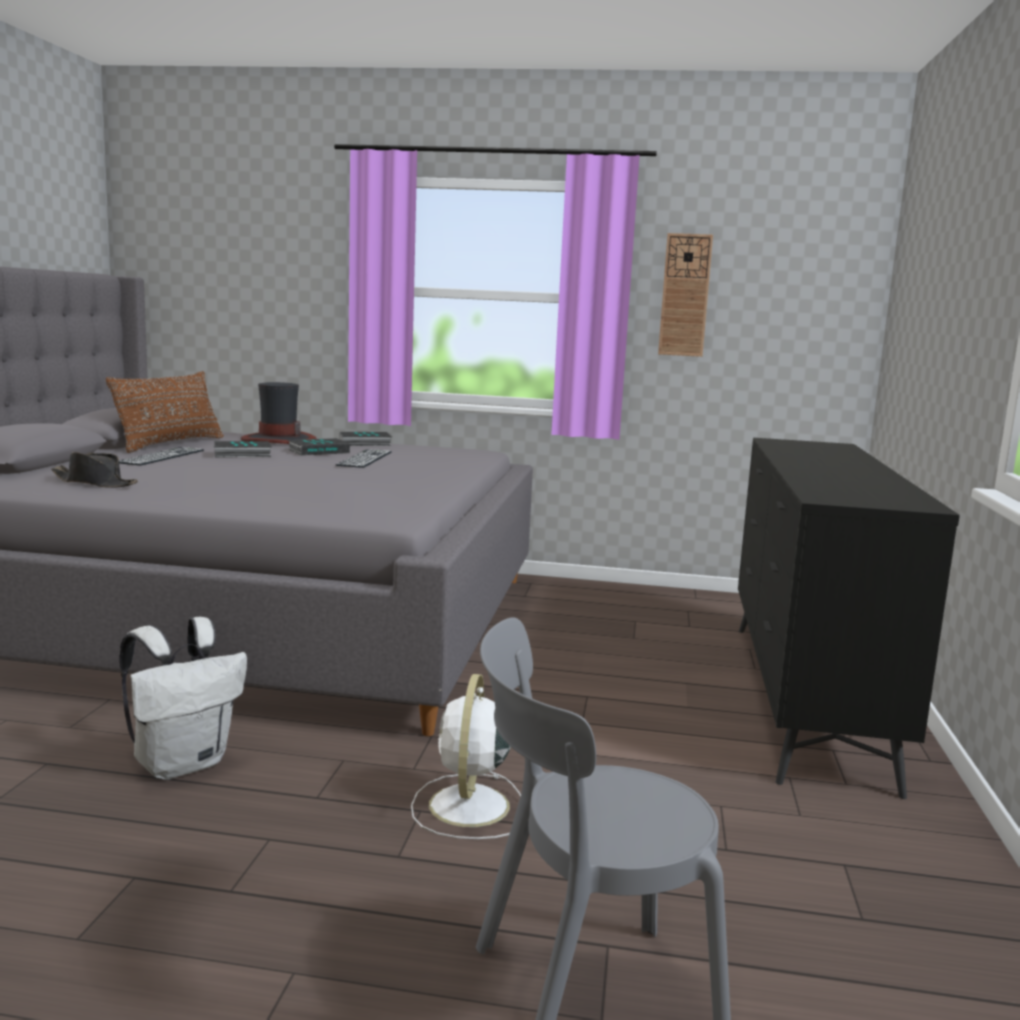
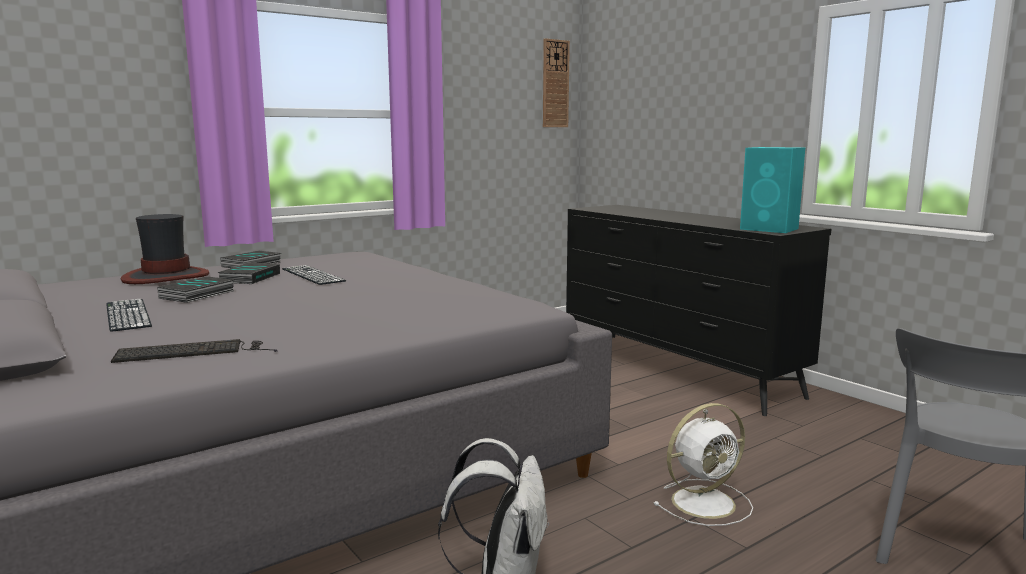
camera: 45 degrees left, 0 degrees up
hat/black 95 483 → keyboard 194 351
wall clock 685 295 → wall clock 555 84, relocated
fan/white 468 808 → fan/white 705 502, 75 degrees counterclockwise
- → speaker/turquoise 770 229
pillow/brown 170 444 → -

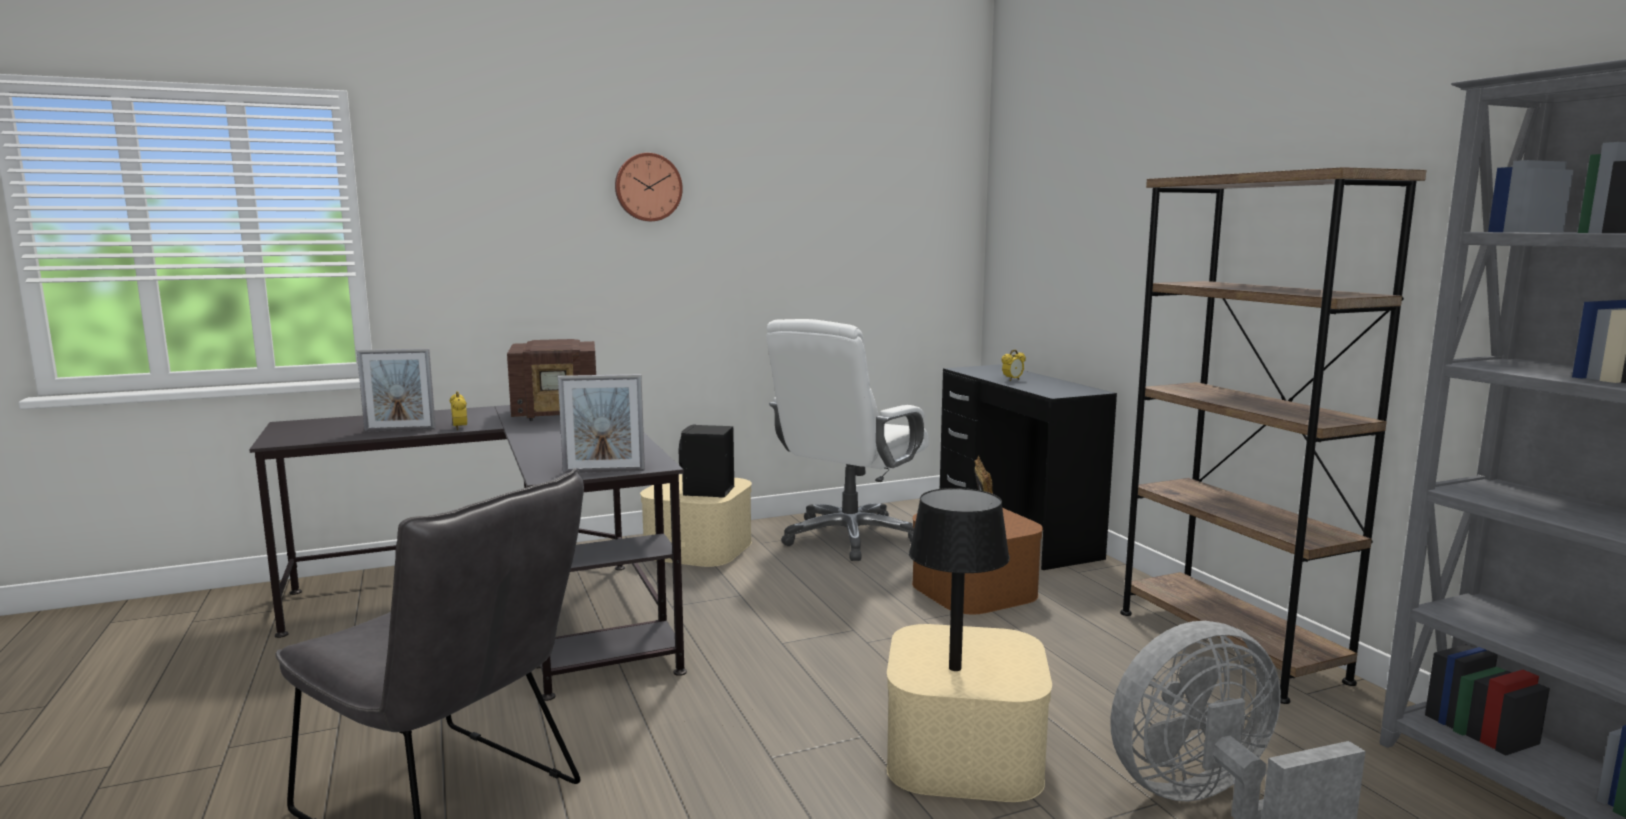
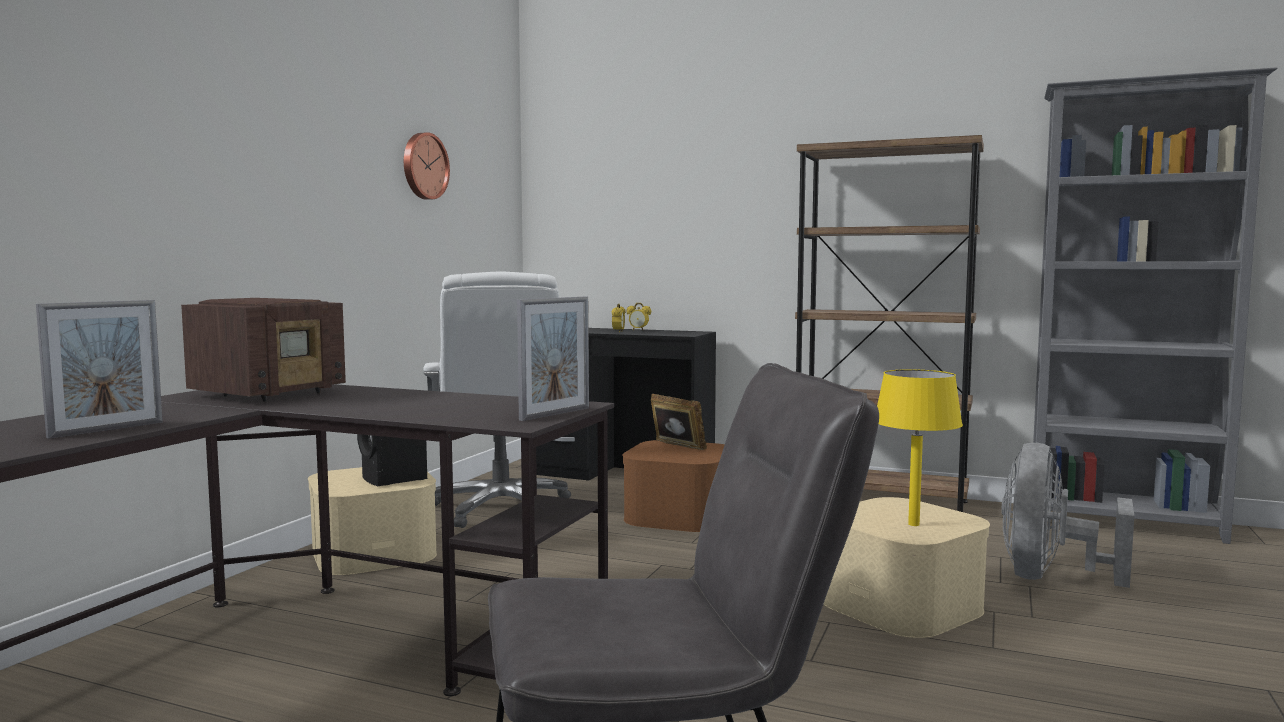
camera: 45 degrees left, 5 degrees down
wall clock 648 187 → wall clock 424 166, relocated
alarm clock 460 428 → alarm clock 638 330, relocated
table lamp/black 955 668 → table lamp/yellow 913 524

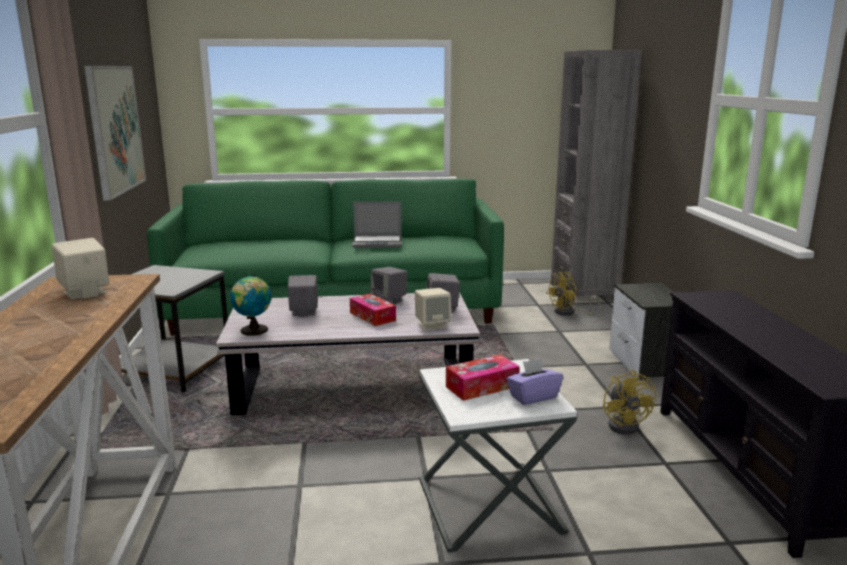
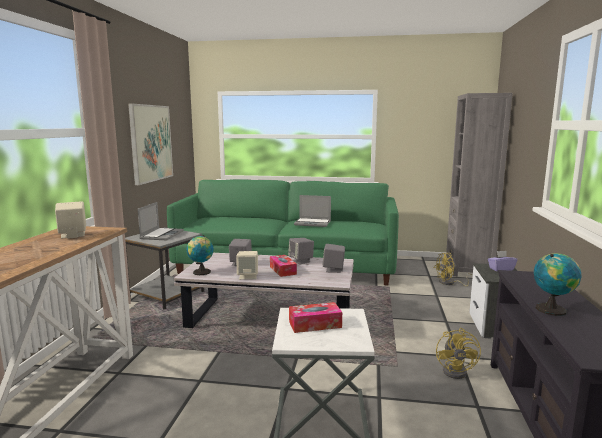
camera: 15 degrees right, 5 degrees down
- → laptop 162 235
speaker/beige 432 325 → speaker/beige 248 276, relocated
tissue box/purple 533 396 → tissue box/purple 501 269, relocated
- → globe 552 309

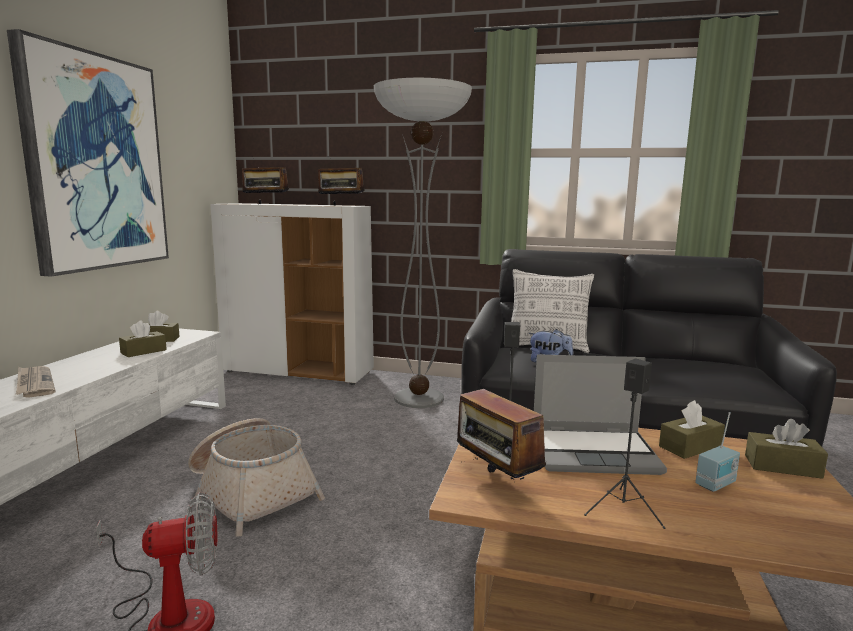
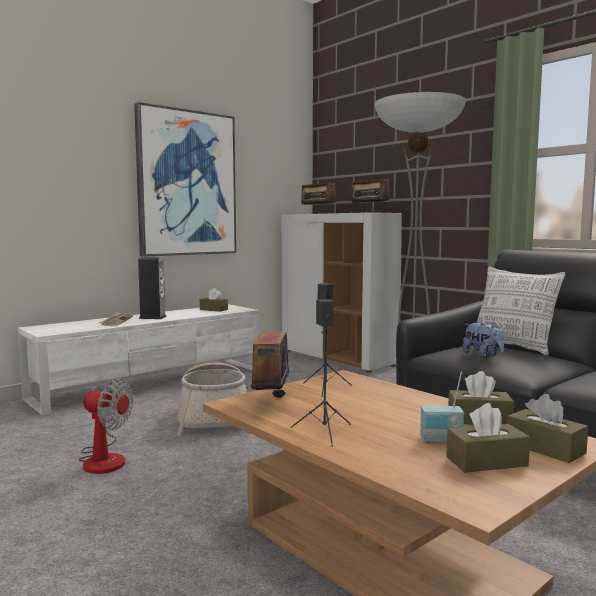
camera: 35 degrees right, 5 degrees down
- → speaker 152 317
tissue box/brown 143 351 → tissue box/brown 486 461, relocated
laptop 595 452 → -

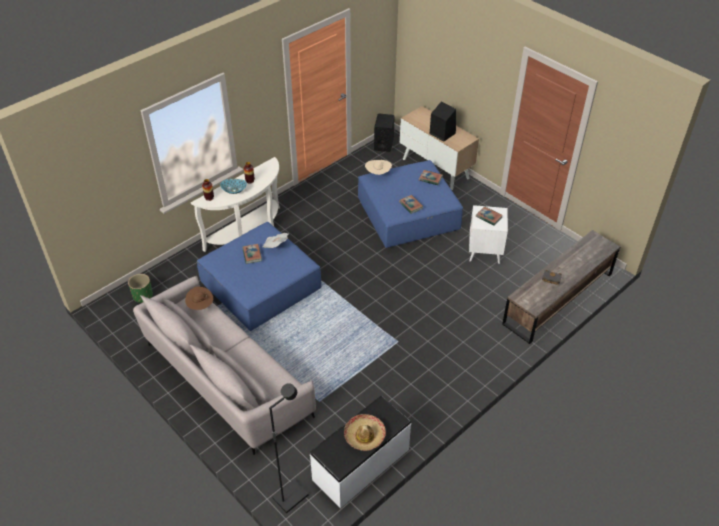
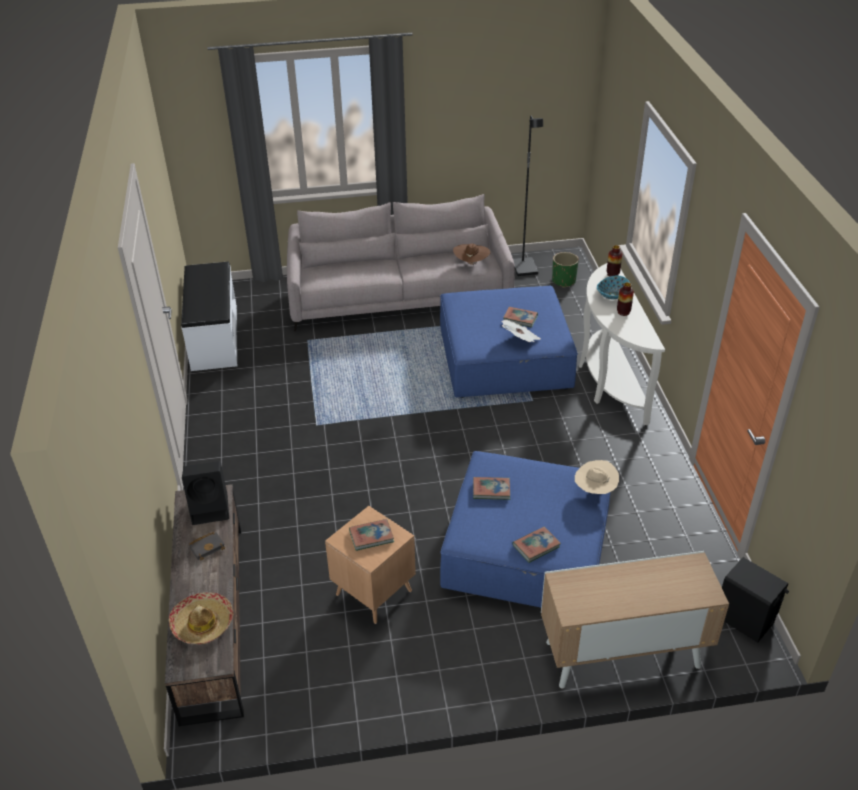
camera: 125 degrees right, 5 degrees down
hat 364 435 → hat 202 623, relocated
speaker/black 441 133 → speaker/black 211 508, relocated
side table/white 484 252 → side table/brown 374 593
floor lamp/black 290 496 → floor lamp/black 525 268, relocated

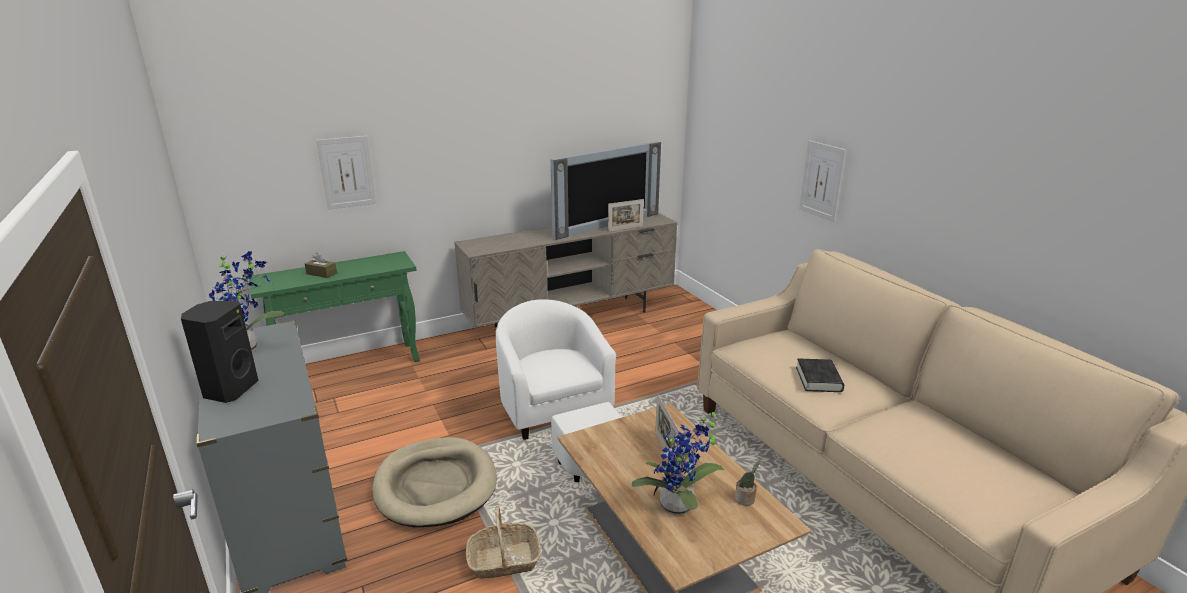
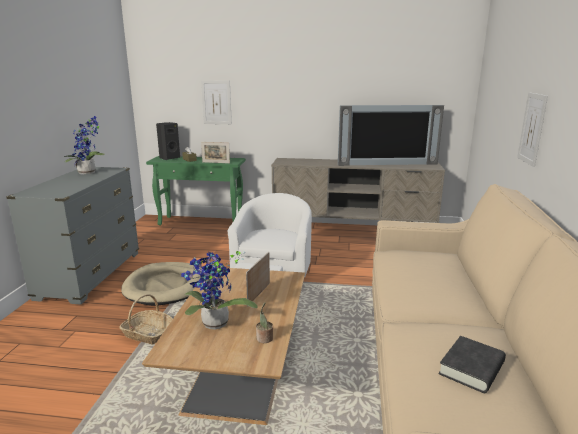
camera: 35 degrees right, 5 degrees down
speaker/black 229 390 → speaker/black 169 158, relocated
picture frame 625 228 → picture frame 216 162, relocated
book/black 818 379 → book/black 471 368, relocated

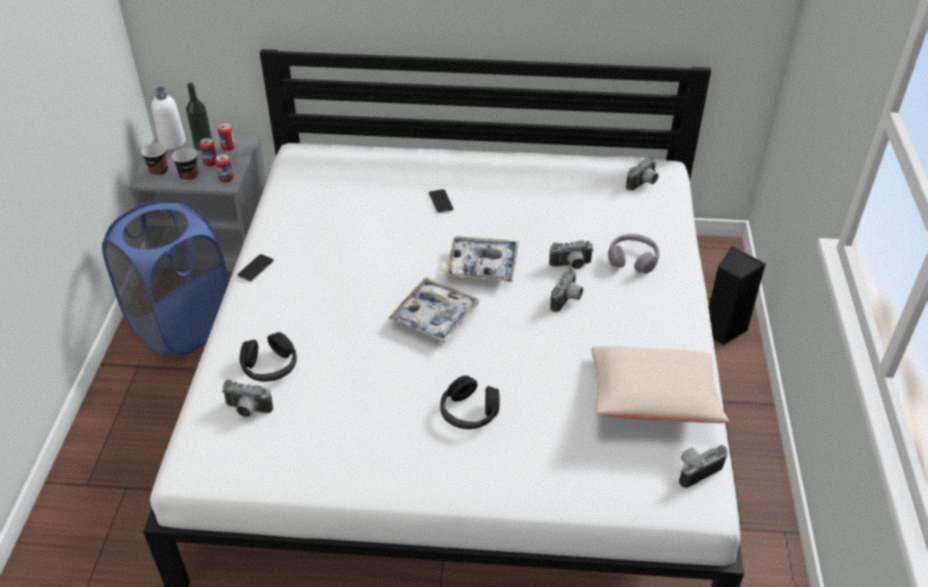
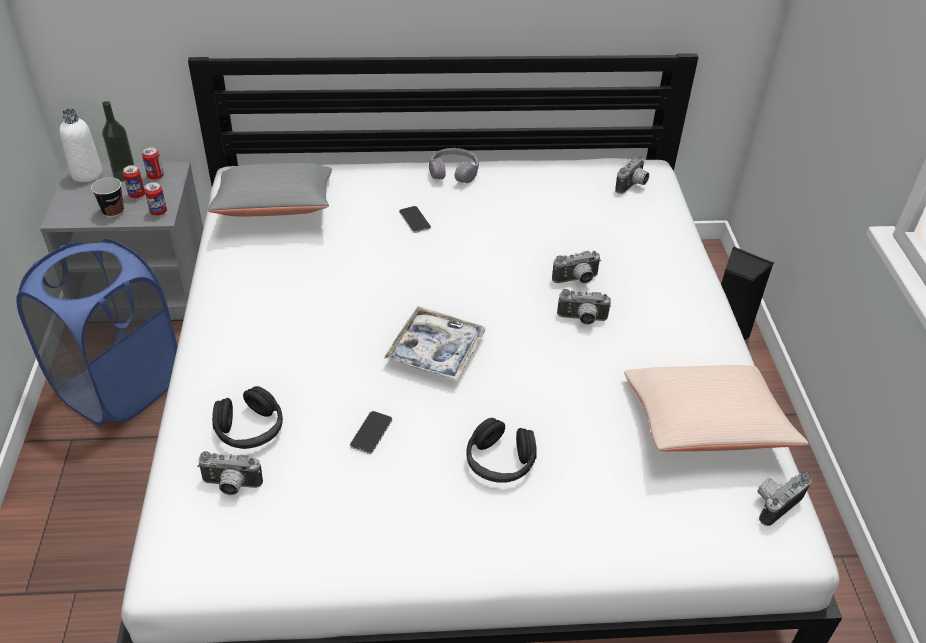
camera: 10 degrees left, 0 degrees up
- → pillow/grey 275 207
phone 255 268 → phone 371 433, relocated
headphones/grey 633 259 → headphones/grey 454 172, relocated
photo camera 567 300 → photo camera 582 320, 75 degrees clockwise
cup 159 172 → -
tray 482 265 → -

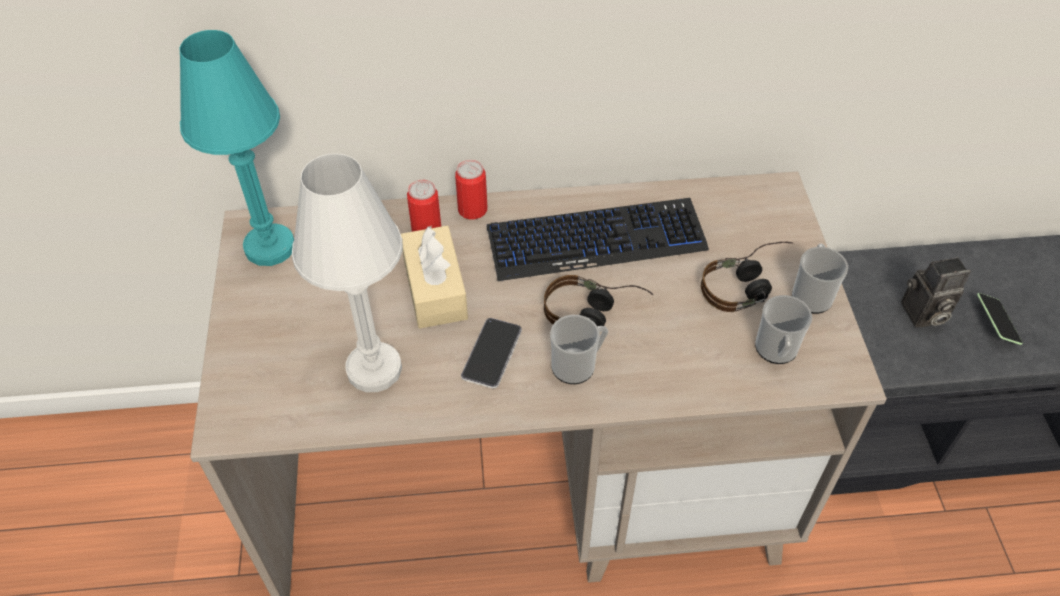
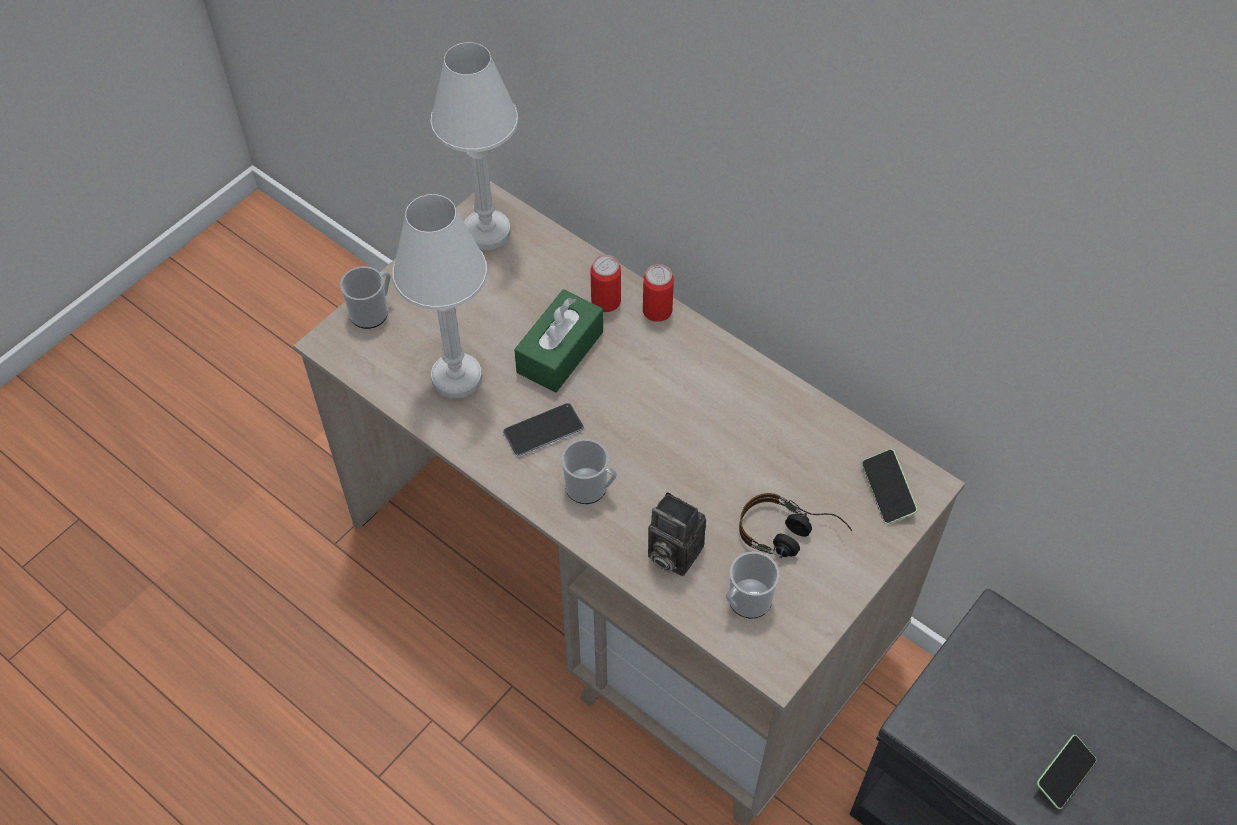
camera: 45 degrees right, 5 degrees up
mug 811 294 → mug 373 311, relocated
table lamp/turquoise 269 247 → table lamp/white 487 232
tissue box/beige 435 289 → tissue box/green 560 352
photo camera 922 315 → photo camera 671 553, relocated
- → phone 887 492
keyboard 596 240 → -
headphones 595 313 → -

